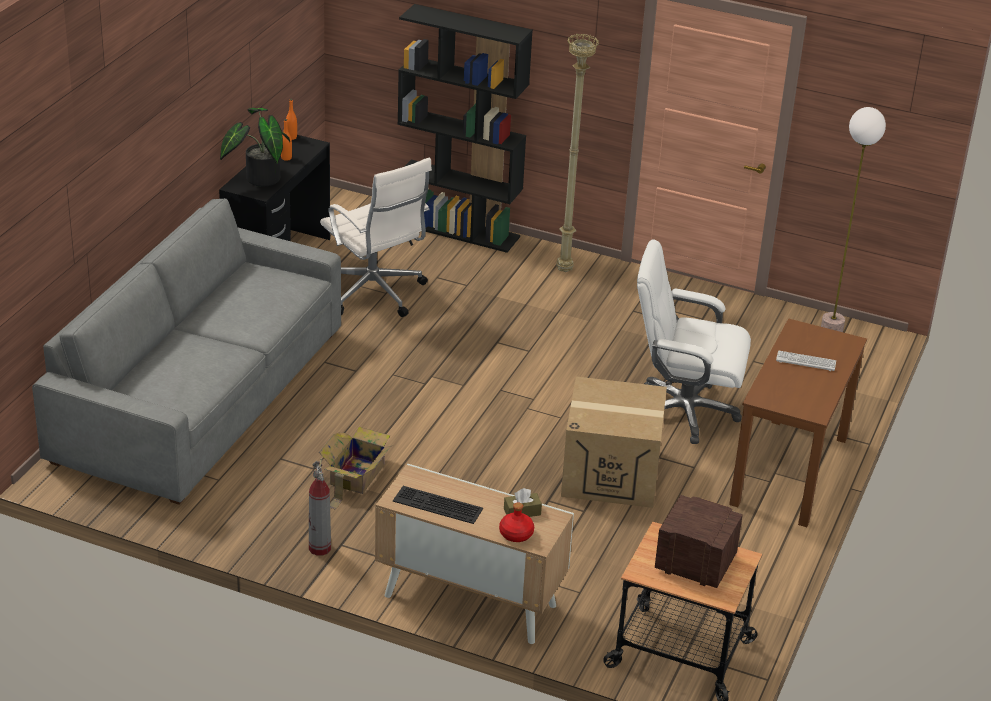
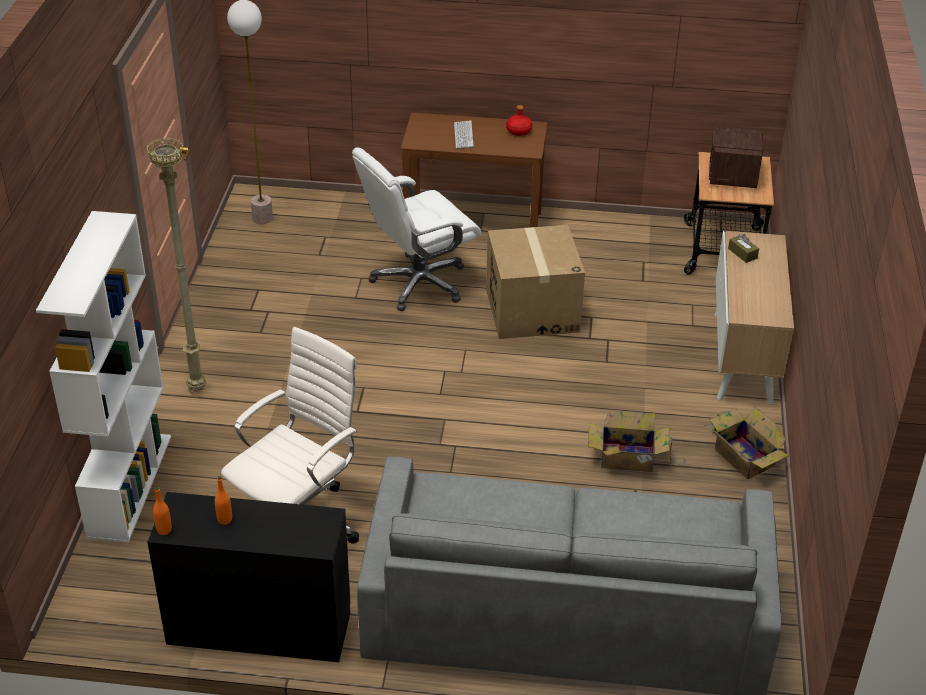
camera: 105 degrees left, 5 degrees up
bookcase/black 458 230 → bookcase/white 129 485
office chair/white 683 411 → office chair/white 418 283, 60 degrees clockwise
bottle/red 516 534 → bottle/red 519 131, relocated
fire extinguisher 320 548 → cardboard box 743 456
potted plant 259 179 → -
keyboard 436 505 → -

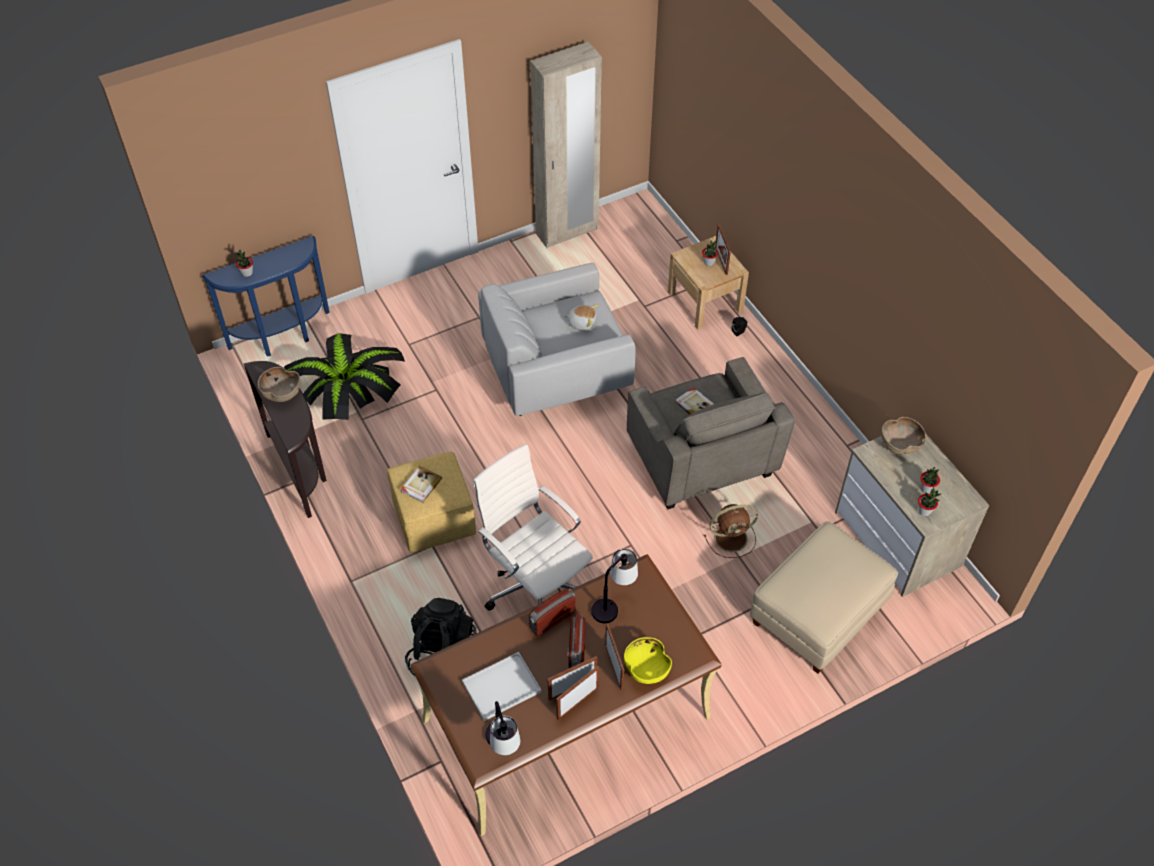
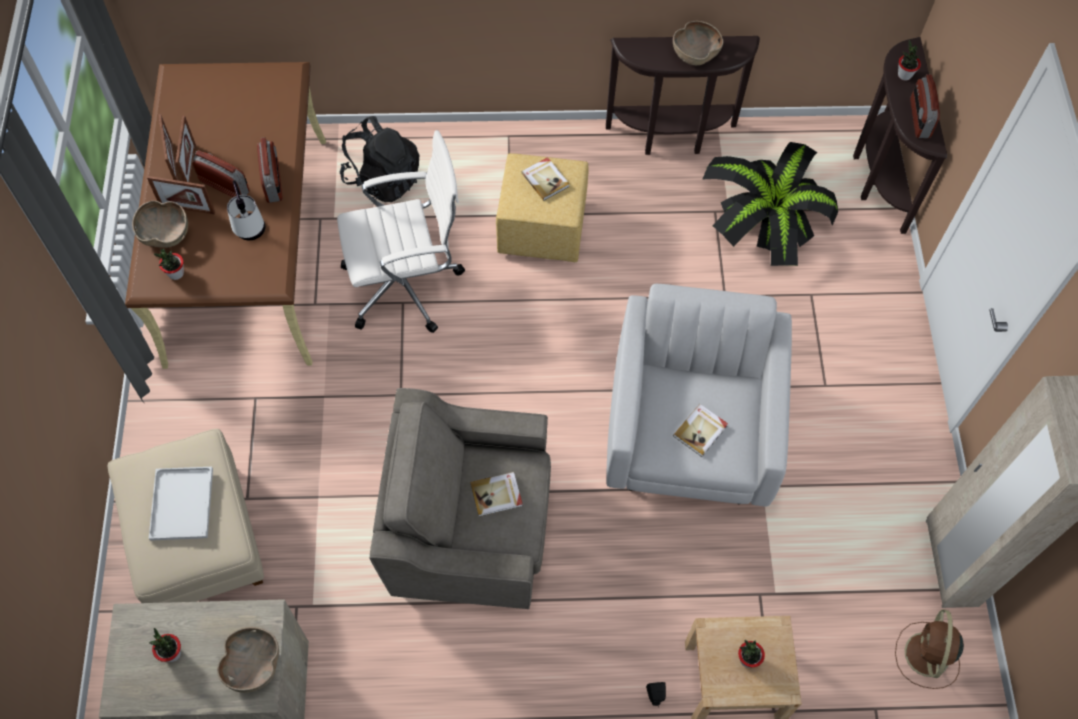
camera: 115 degrees right, 10 degrees up
bowl/yellow 646 669 → bowl/brown 165 234
tray/white 502 685 → tray/white 182 505, relocated
potted plant 924 511 → potted plant 176 273, relocated
plush toy 582 322 → book 701 431
console table/blue 283 338 → console table/brown 876 178
fan/brown 732 537 → fan/brown 926 656, relocated
- → radio 919 118
table lamp 503 747 → -
picture frame 721 261 → -

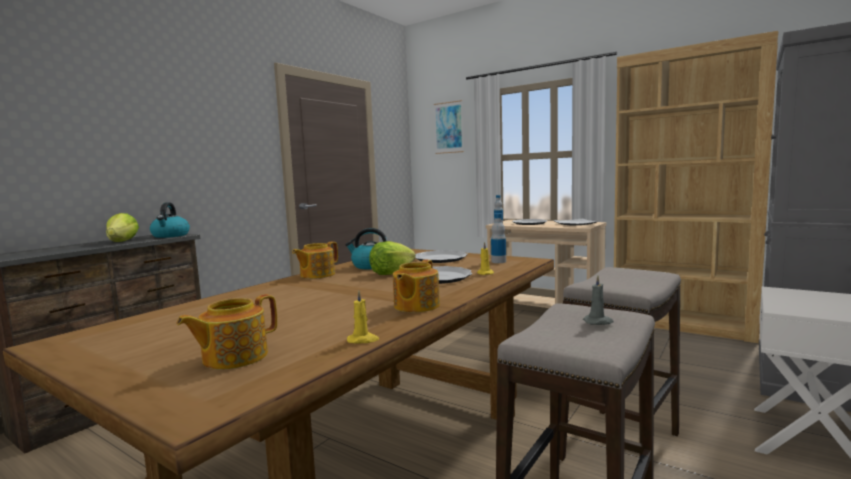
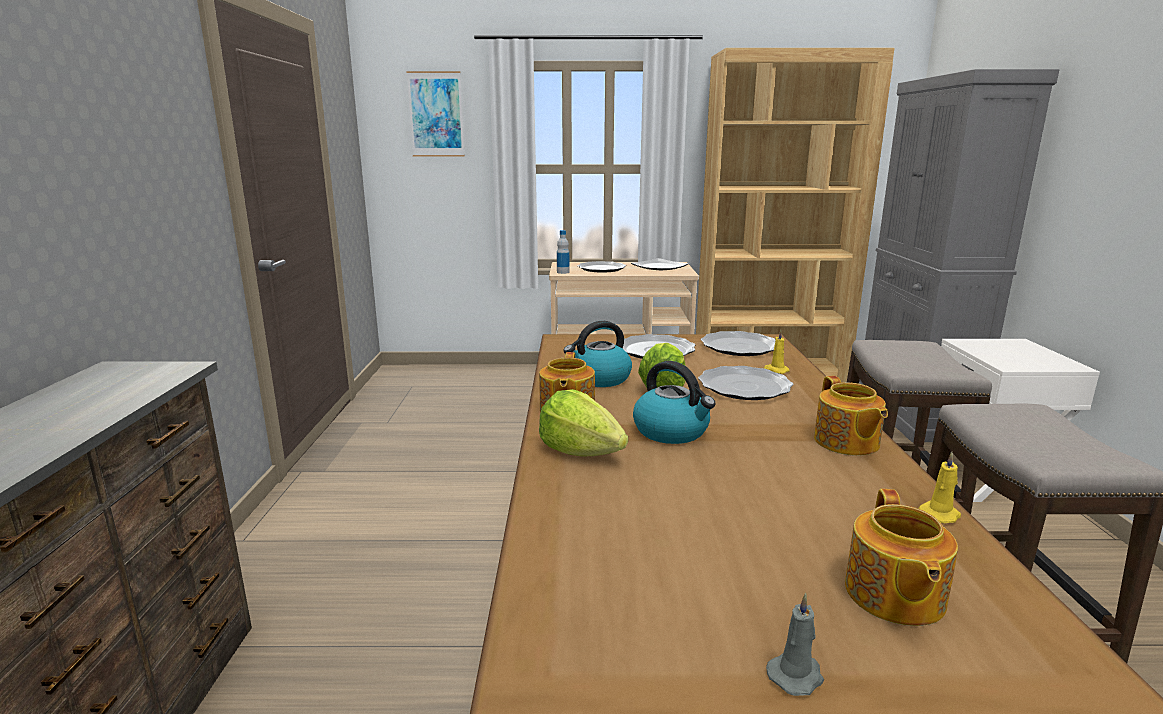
camera: 35 degrees left, 10 degrees up
lettuce 122 241 → lettuce 580 451, relocated
kettle 170 236 → kettle 672 431, relocated
bottle 498 261 → plate 738 347
candle/grey 598 322 → candle/grey 796 675, relocated

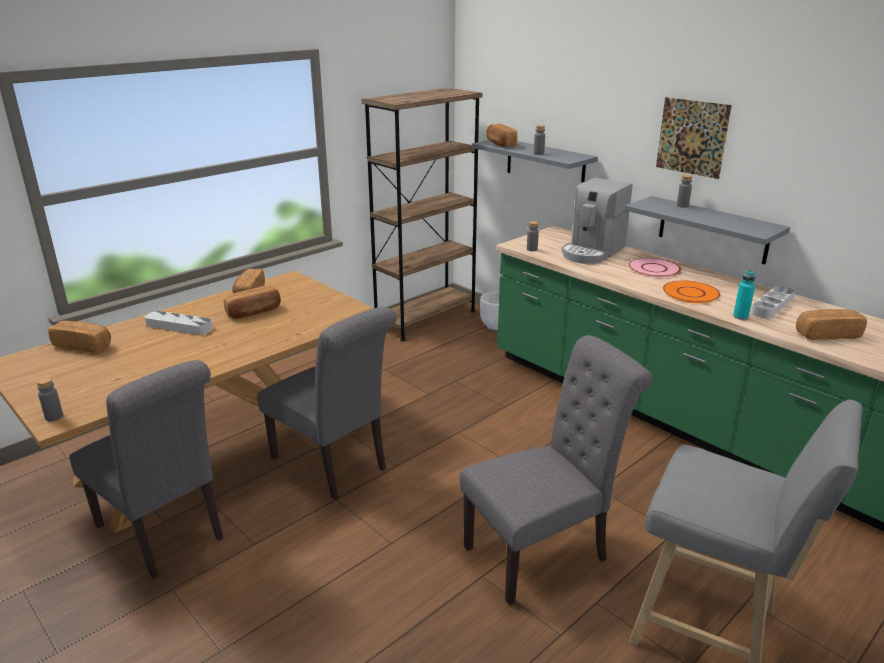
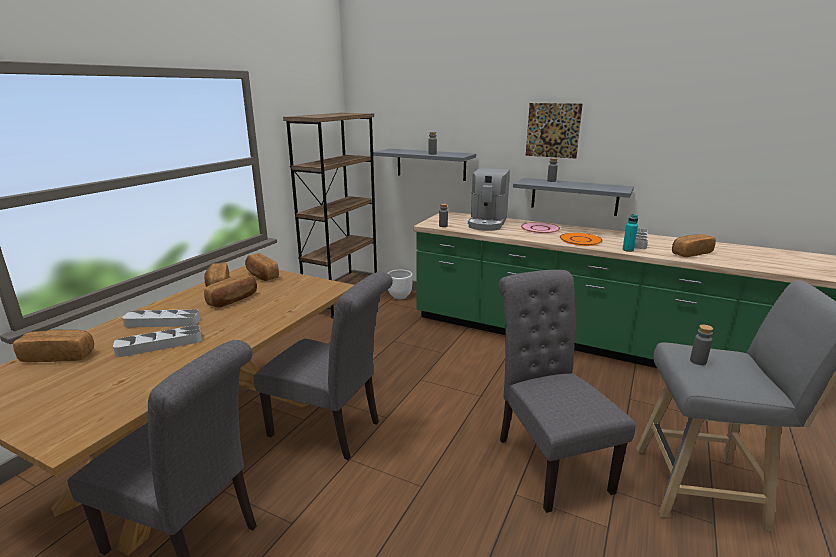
camera: 20 degrees left, 5 degrees down
- → tray/grey 160 345
bread 500 144 → bread 261 275, relocated
chair/grey 543 551 → chair/grey 547 459, 60 degrees counterclockwise
bottle/grey 54 417 → bottle/grey 698 361, relocated

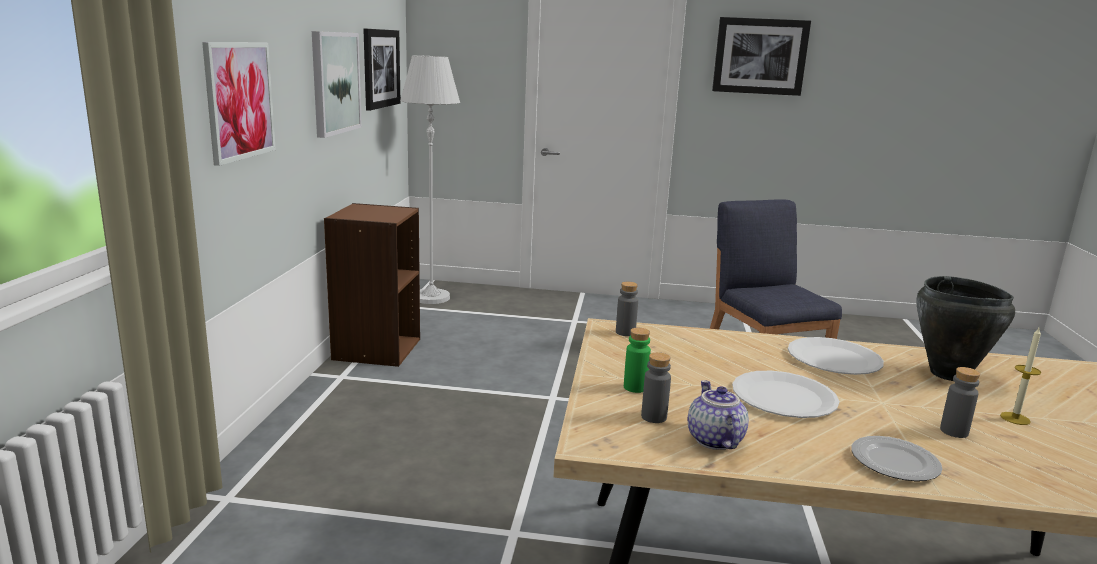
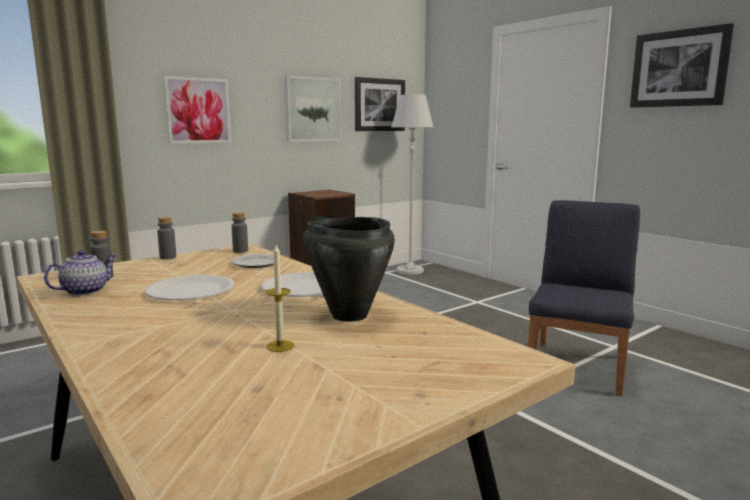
camera: 45 degrees right, 5 degrees down
bottle/grey 954 431 → bottle/grey 168 257, relocated
plate 895 463 → plate 256 263, relocated
bottle/green 635 387 → -

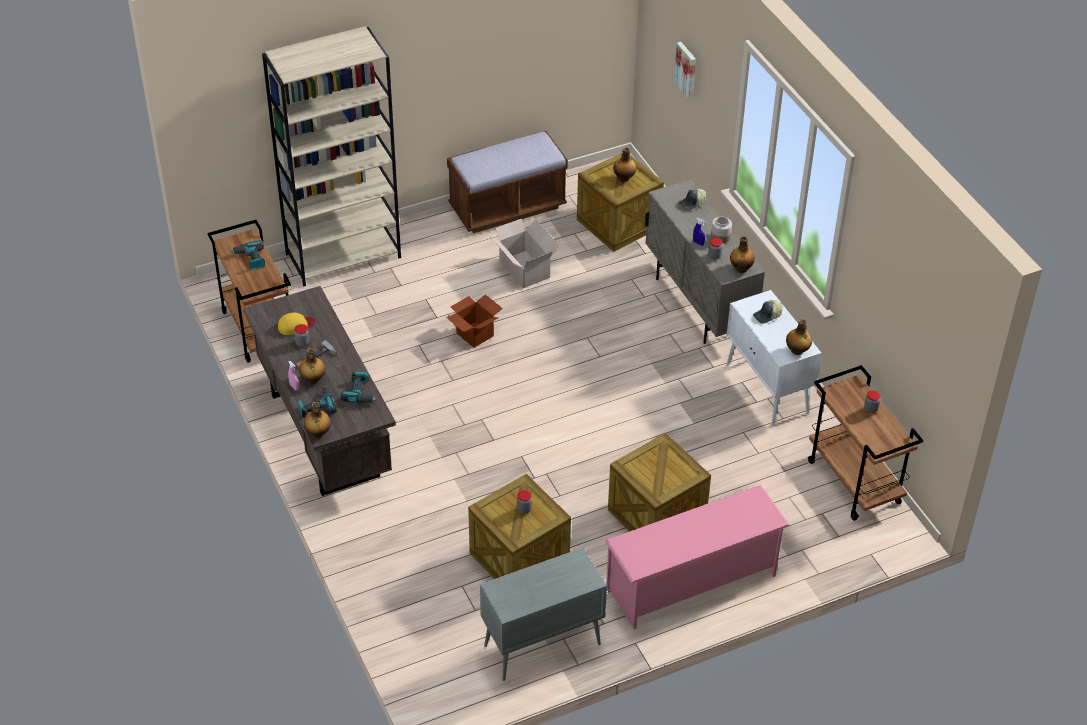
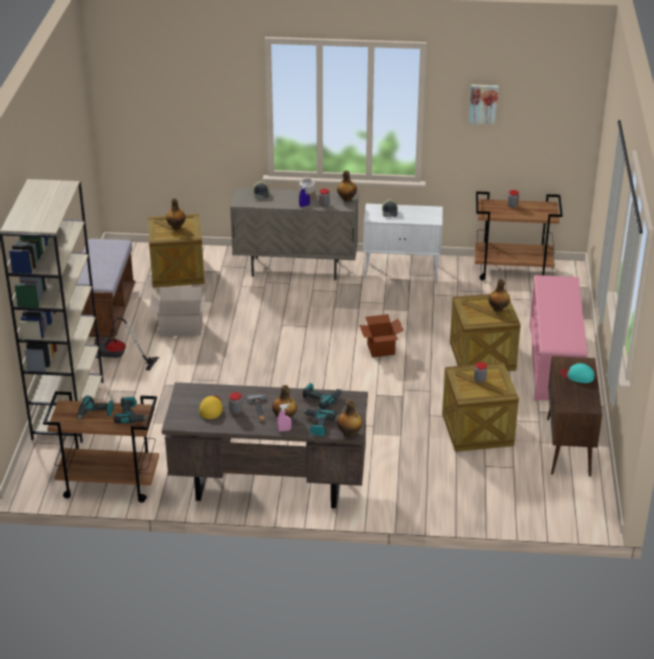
camera: 60 degrees left, 10 degrees down
- → vacuum cleaner 117 358
- → power drill 131 415
cardboard box 475 334 → cardboard box 381 349, relocated
picture 686 70 → picture 483 103, relocated
bottle 797 351 → bottle 498 309, relocated
cabinet/grey 541 646 → cabinet/brown 568 448
- → cap/turquoise 577 375

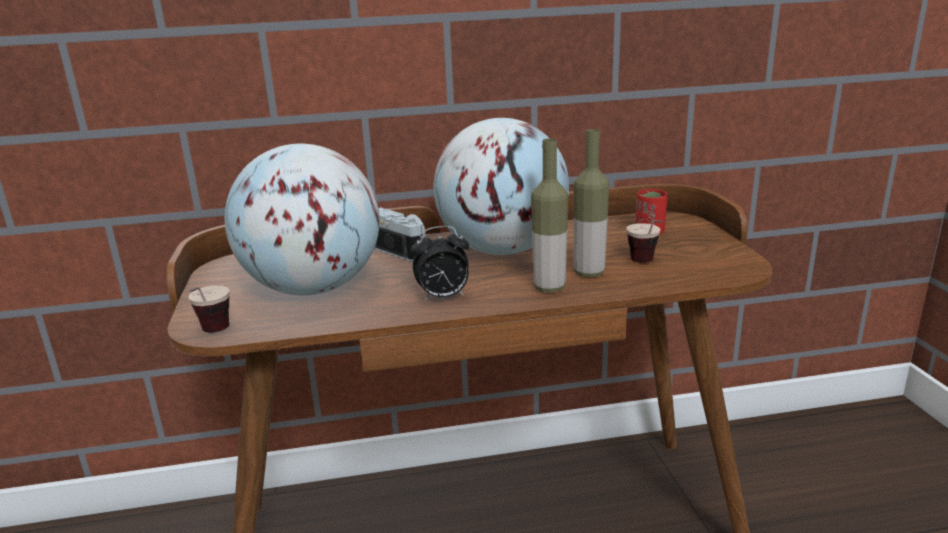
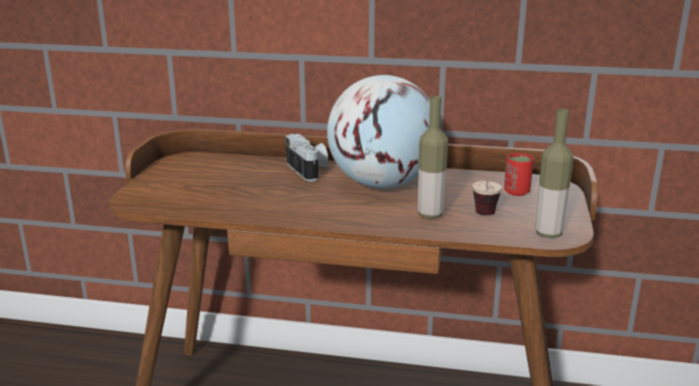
camera: 20 degrees right, 0 degrees up
bottle 549 288 → bottle 548 234, relocated
cup 212 335 → -
globe 313 289 → -
alarm clock 443 297 → -

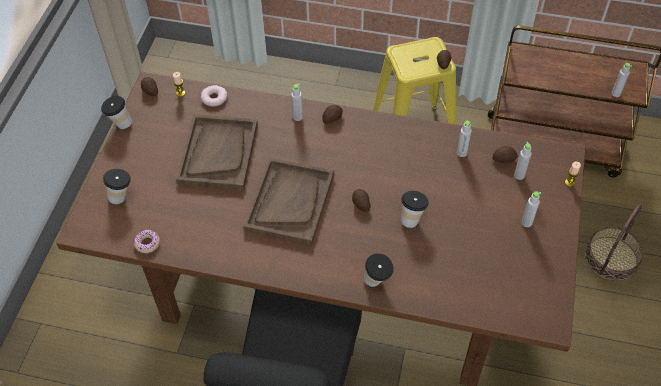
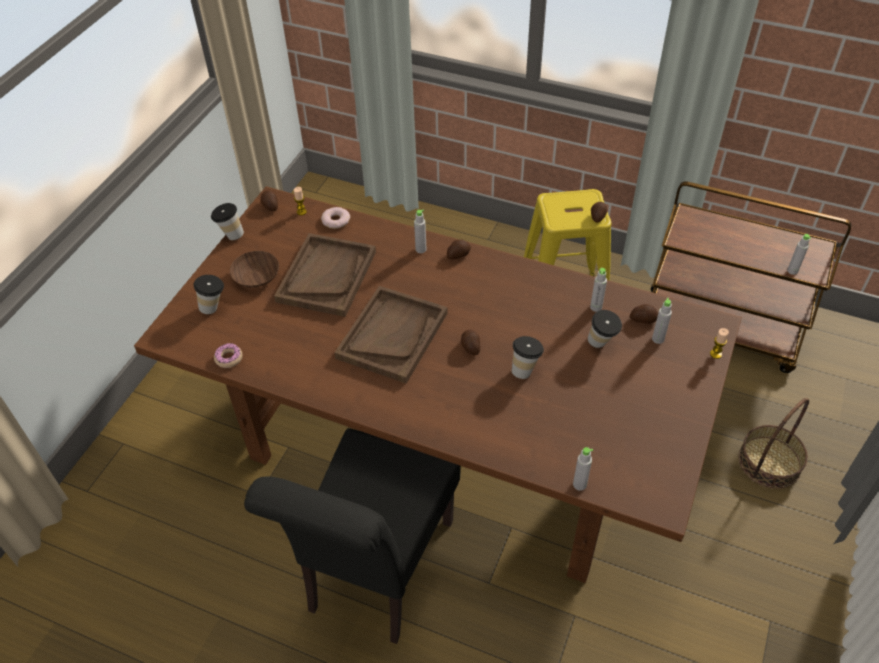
camera: 10 degrees right, 5 degrees down
- → bowl/brown 256 276
bottle/grey 526 222 → bottle/grey 579 484, relocated
cup 377 282 → cup 601 344, relocated

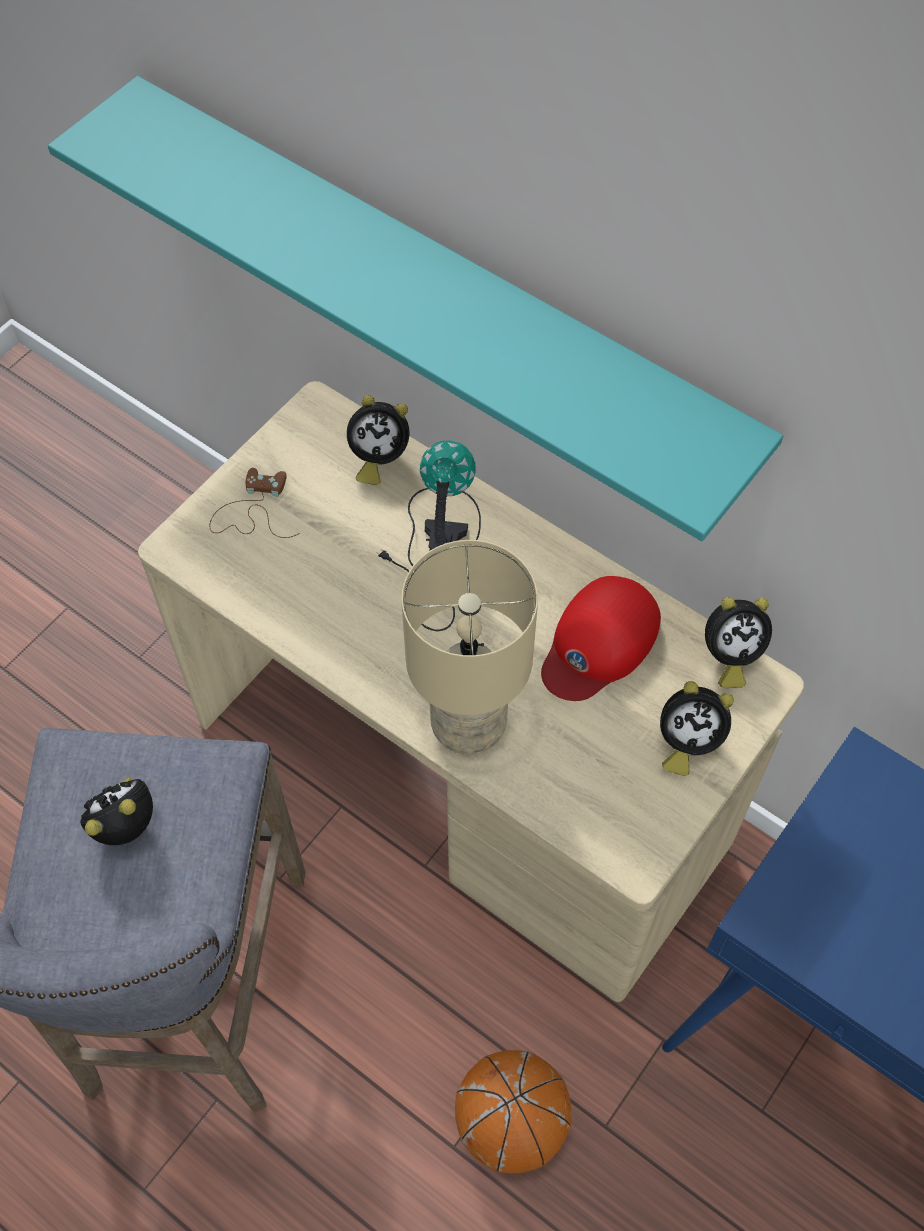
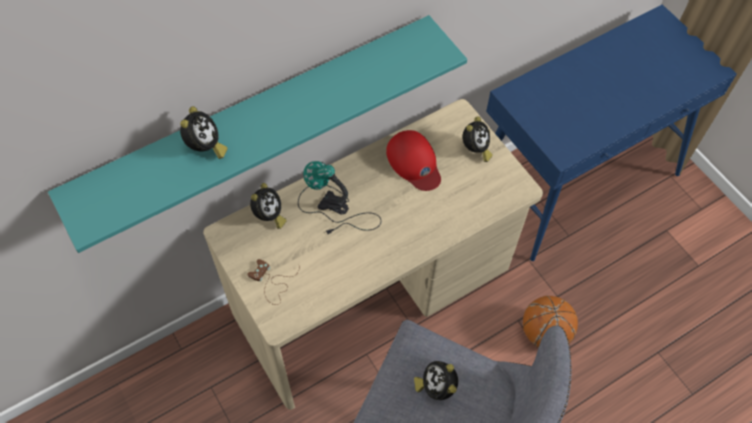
camera: 70 degrees left, 0 degrees up
alarm clock 729 656 → alarm clock 205 148, relocated
table lamp/beige 467 726 → -

